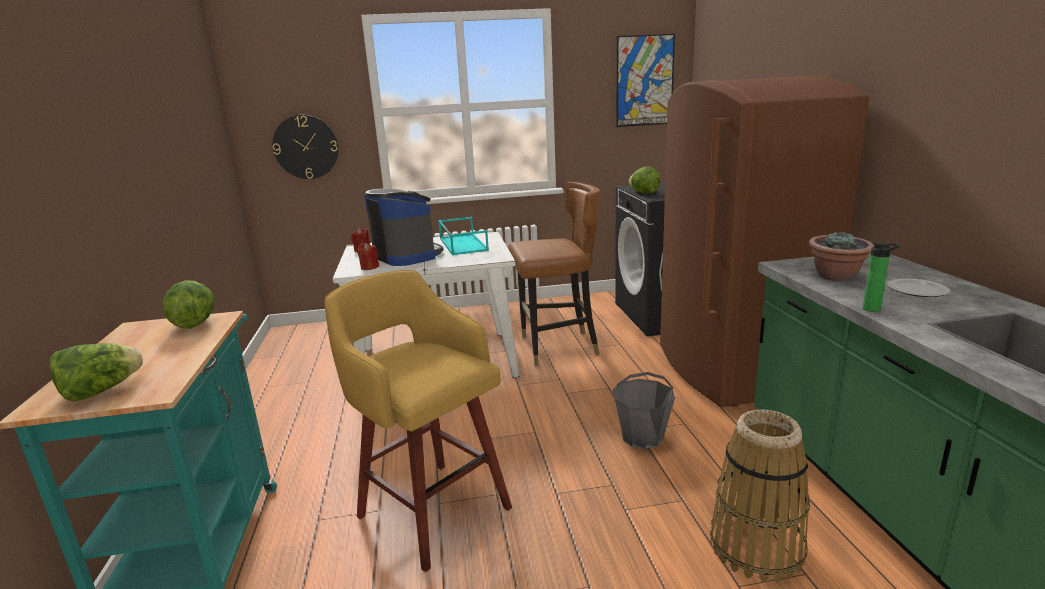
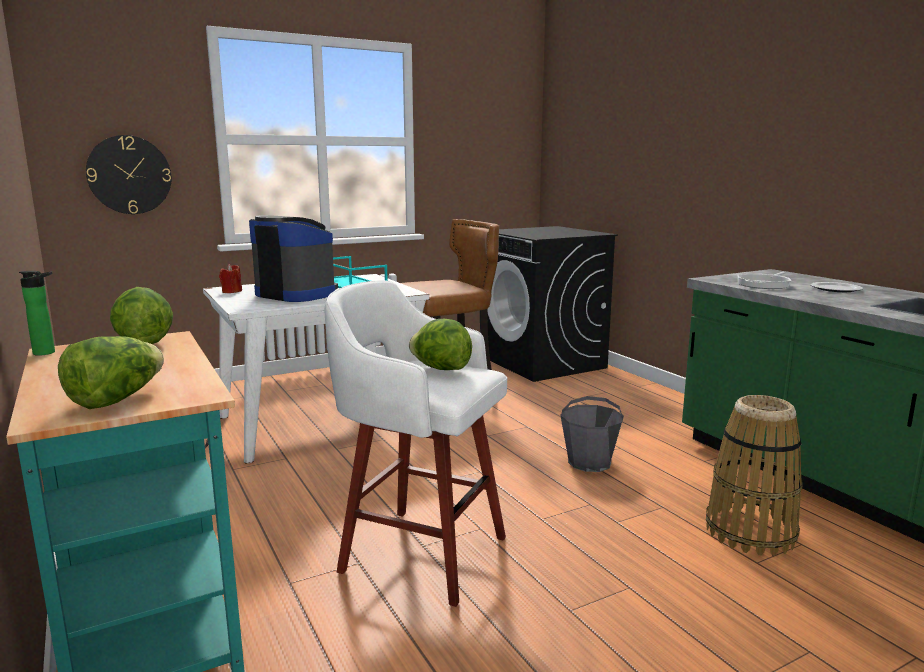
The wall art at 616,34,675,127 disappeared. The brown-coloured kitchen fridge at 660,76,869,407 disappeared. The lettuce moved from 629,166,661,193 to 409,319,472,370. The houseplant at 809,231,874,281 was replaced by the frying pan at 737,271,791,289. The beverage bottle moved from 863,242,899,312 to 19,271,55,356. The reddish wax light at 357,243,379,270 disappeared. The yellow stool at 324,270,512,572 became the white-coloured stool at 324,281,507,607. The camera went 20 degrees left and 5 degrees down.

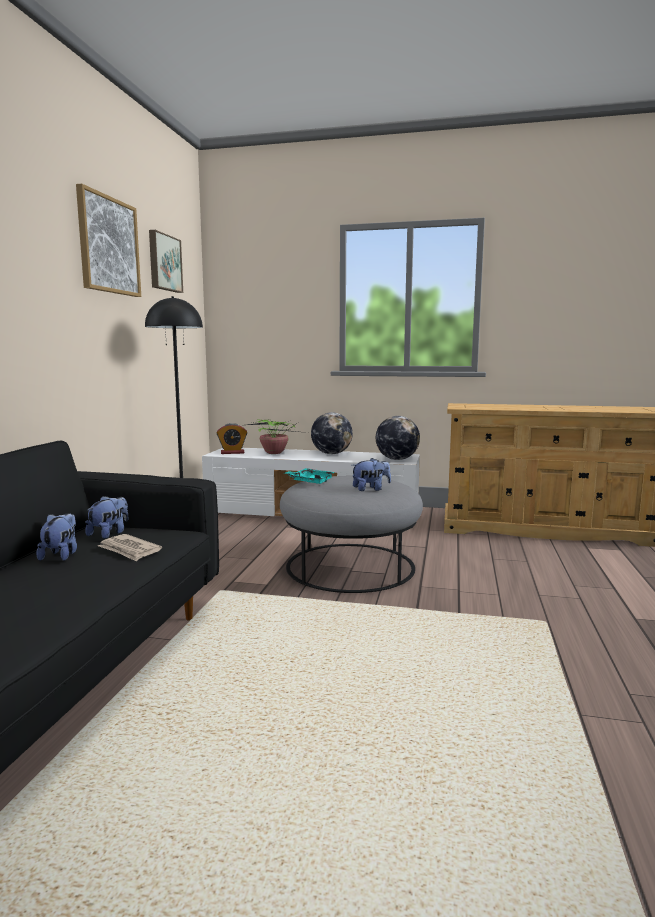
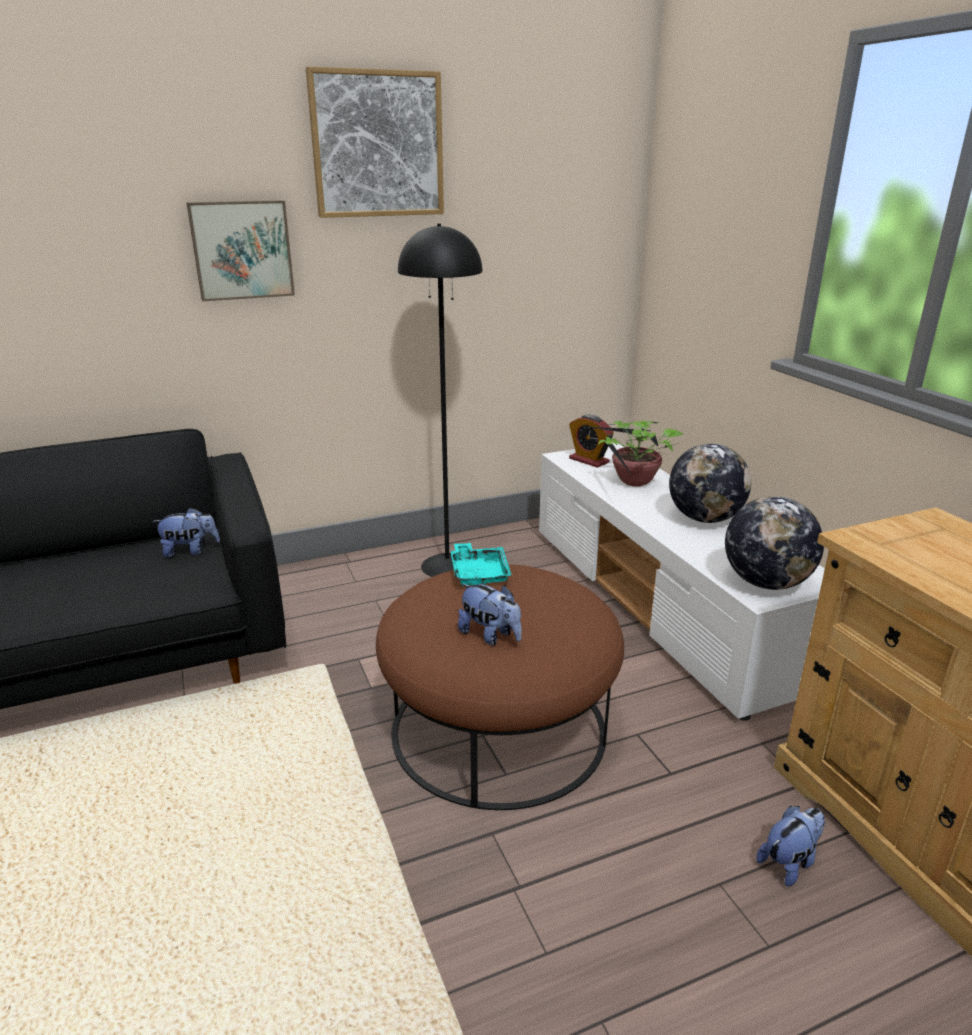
The wall art moved from 149,230,183,293 to 186,200,295,301. The greyish pouffe at 280,476,423,593 became the brown-coloured pouffe at 376,564,624,810. The plush toy moved from 36,513,77,561 to 756,806,825,887. The printed paper at 98,534,162,562 disappeared. The camera went 55 degrees right and 15 degrees up.

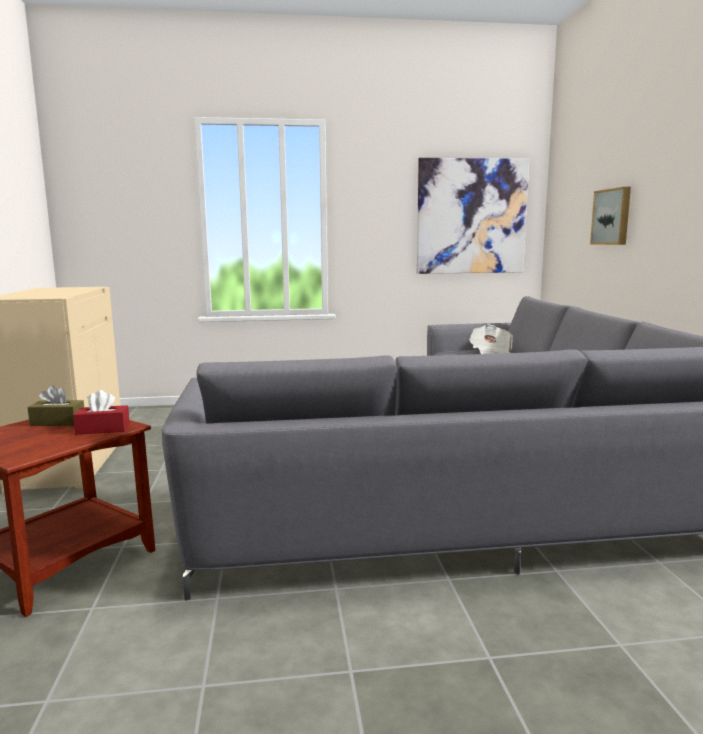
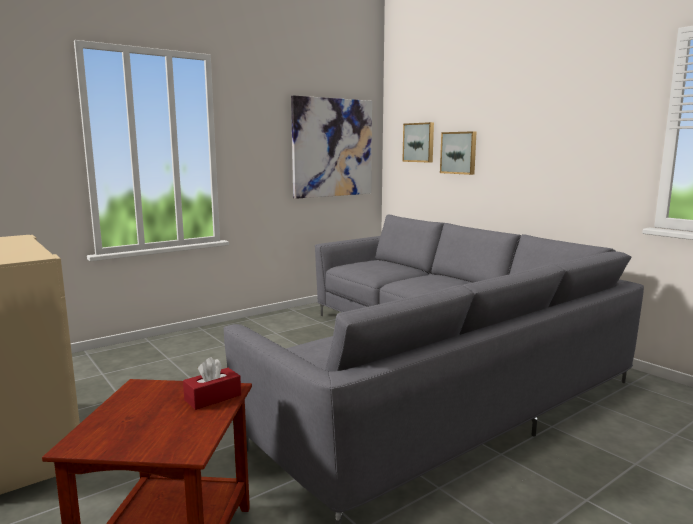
The printed paper at 469,325,513,354 disappeared. The brown-coloured box of tissues at 27,385,84,426 disappeared. The wall art at 402,122,434,163 appeared. The camera went 30 degrees left and 0 degrees up.

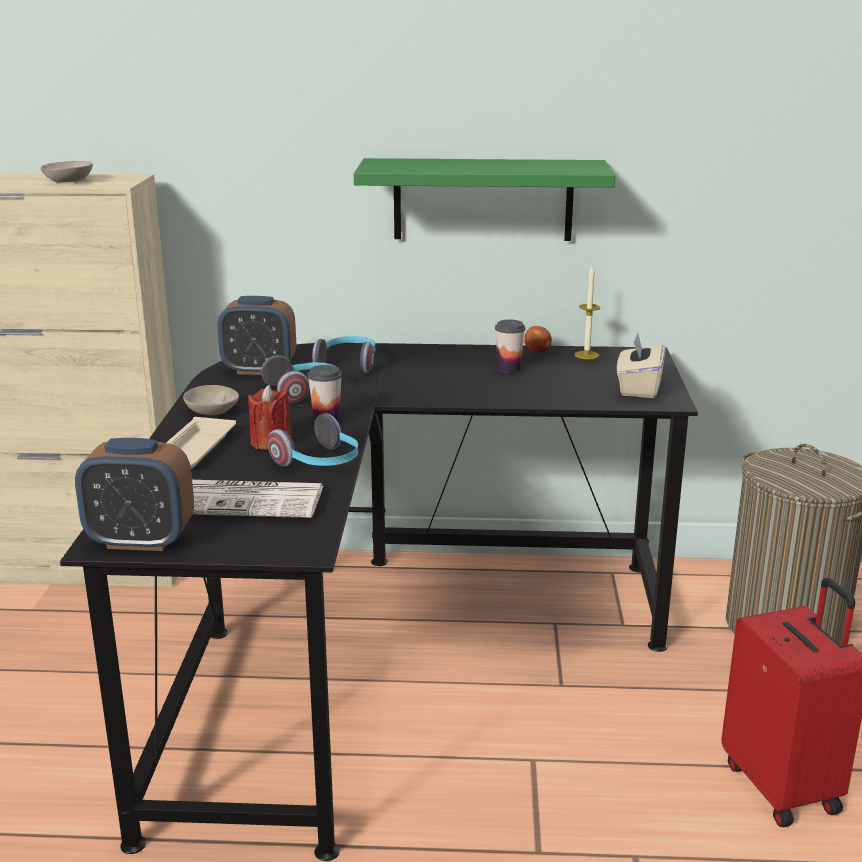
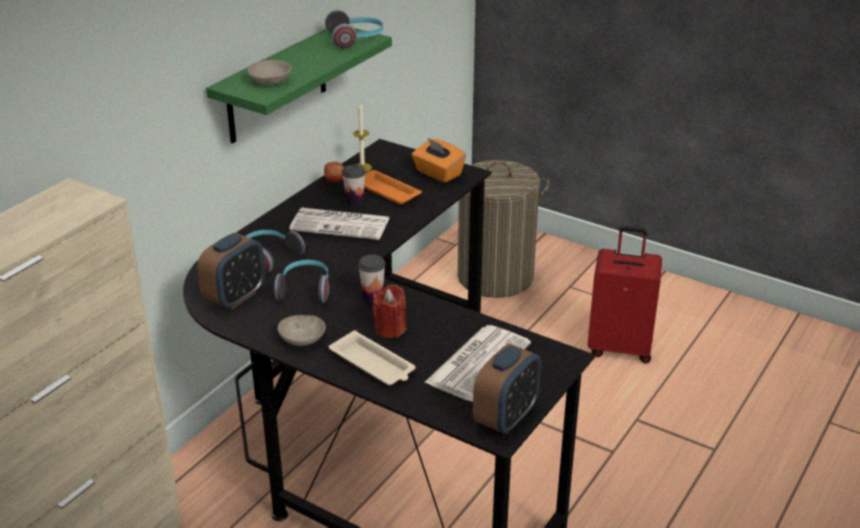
The beige bowl moved from 40,161,93,183 to 247,60,292,85. The beige box of tissues at 617,333,665,398 became the orange box of tissues at 412,138,466,183. The pair of headphones moved from 267,413,358,467 to 325,10,383,48. The orange serving tray at 364,170,422,204 appeared. The printed paper at 289,208,389,240 appeared. The camera went 60 degrees left and 10 degrees up.

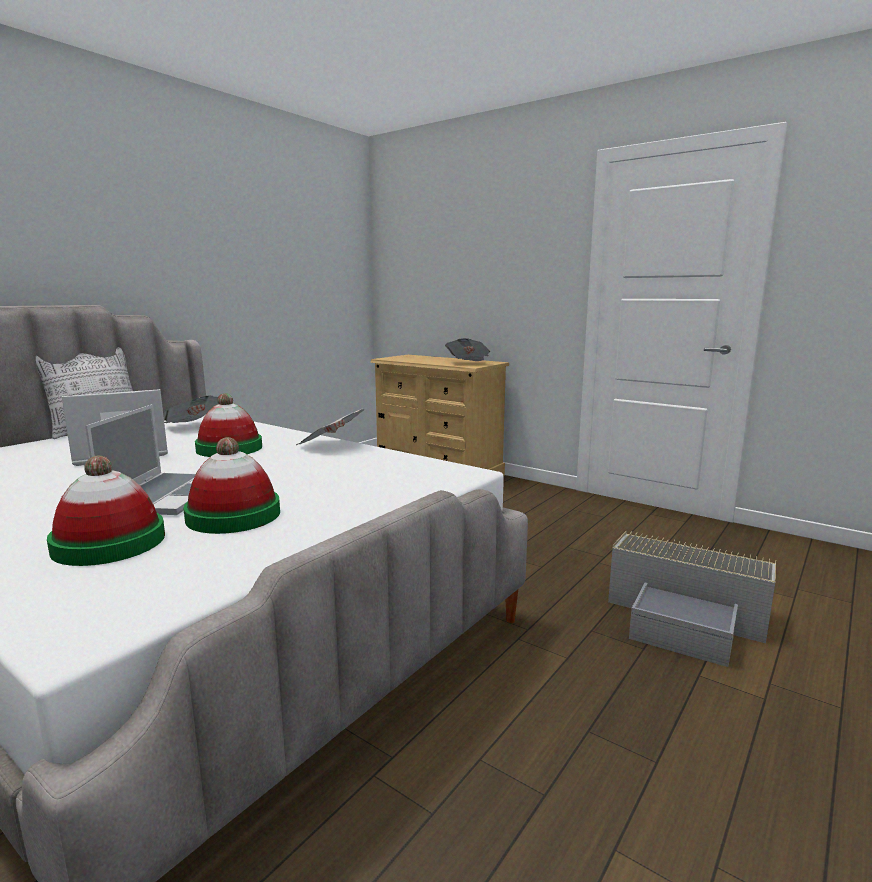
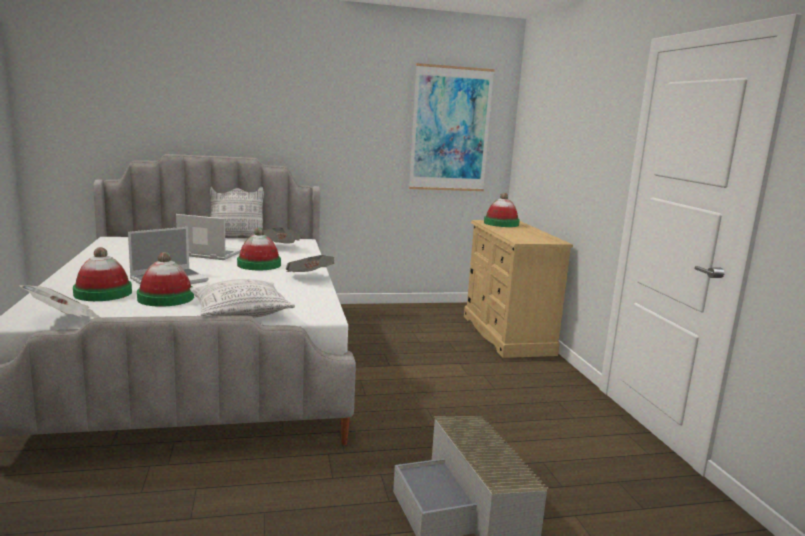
The printed paper moved from 445,338,490,361 to 19,285,100,318. The wall art at 409,63,495,191 appeared. The wearable hat at 484,193,520,227 appeared. The throw pillow at 190,279,295,318 appeared. The camera went 40 degrees right and 0 degrees up.

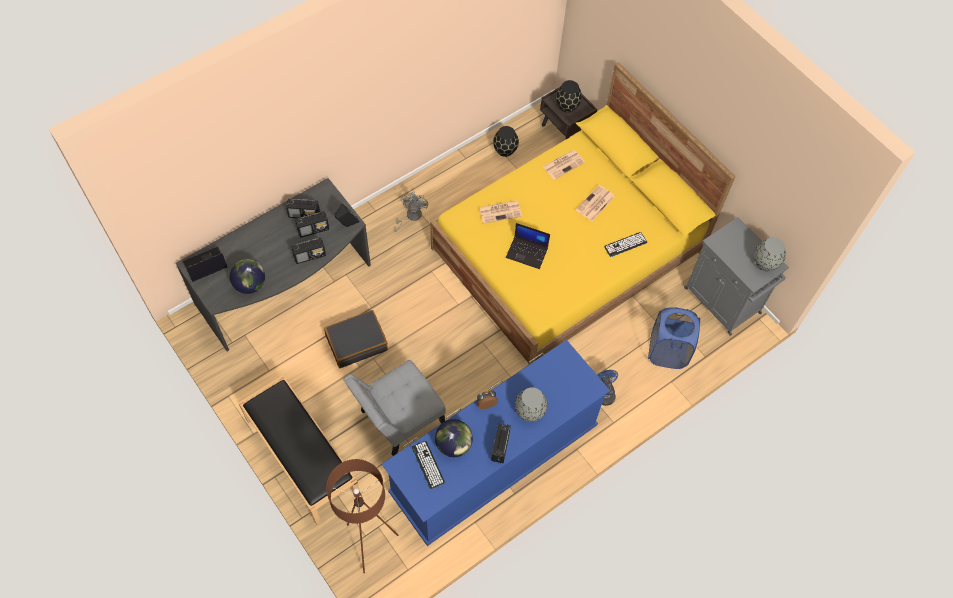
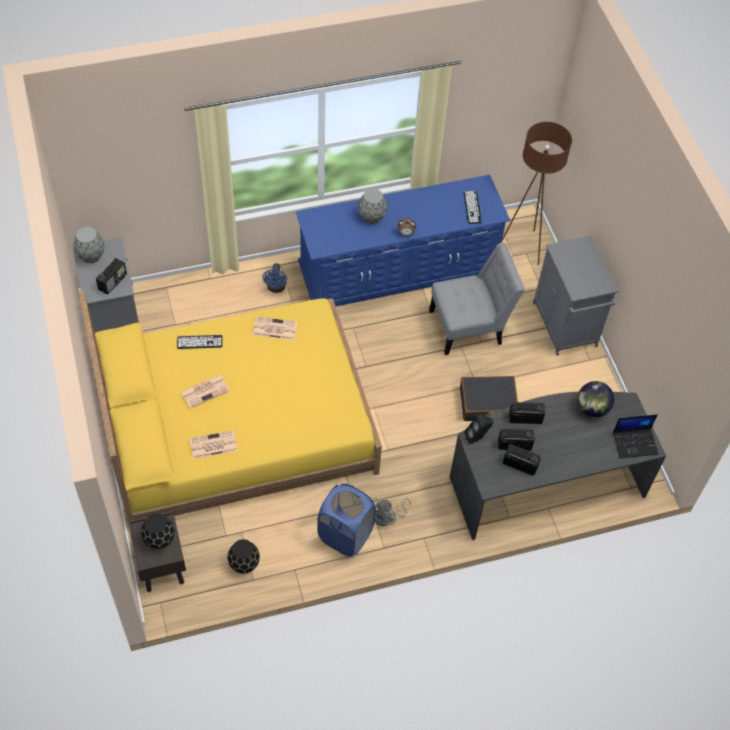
The printed paper moved from 479,200,522,224 to 253,316,297,340. The portable computer at 506,223,550,269 disappeared. The blue-coloured laundry basket moved from 648,307,700,369 to 317,484,376,556. The black-coloured bench at 238,375,361,525 was replaced by the greyish cupboard at 533,236,618,356. The world globe at 435,419,473,457 disappeared. The radio receiver moved from 491,423,511,463 to 96,258,127,294. The camera went 160 degrees left and 5 degrees down.

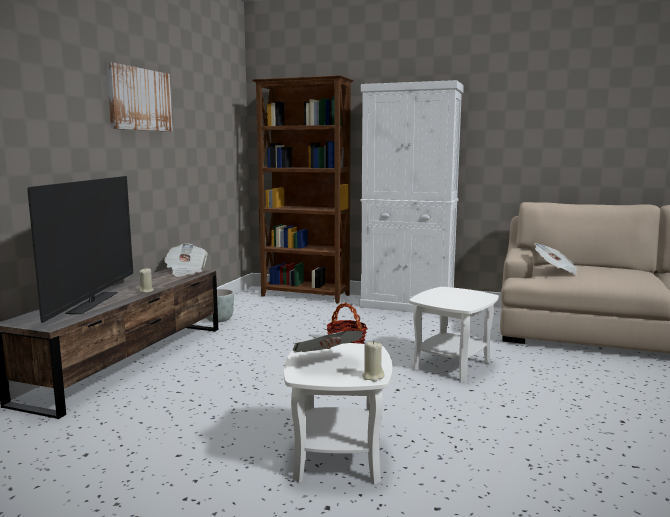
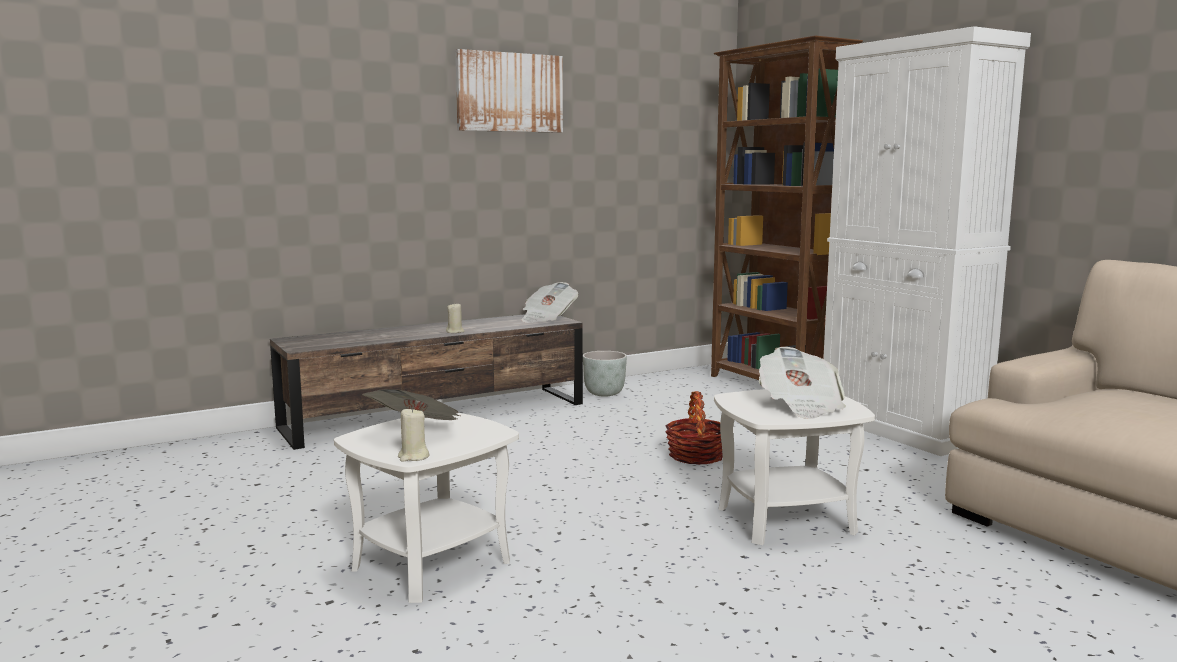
The television at 27,176,133,323 disappeared. The printed paper moved from 534,243,578,275 to 759,347,846,419. The camera went 40 degrees right and 0 degrees up.

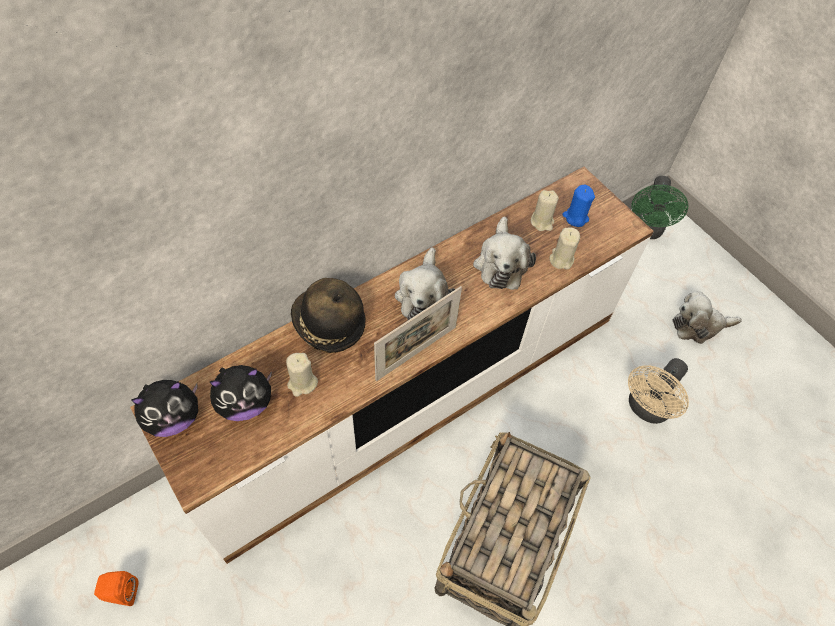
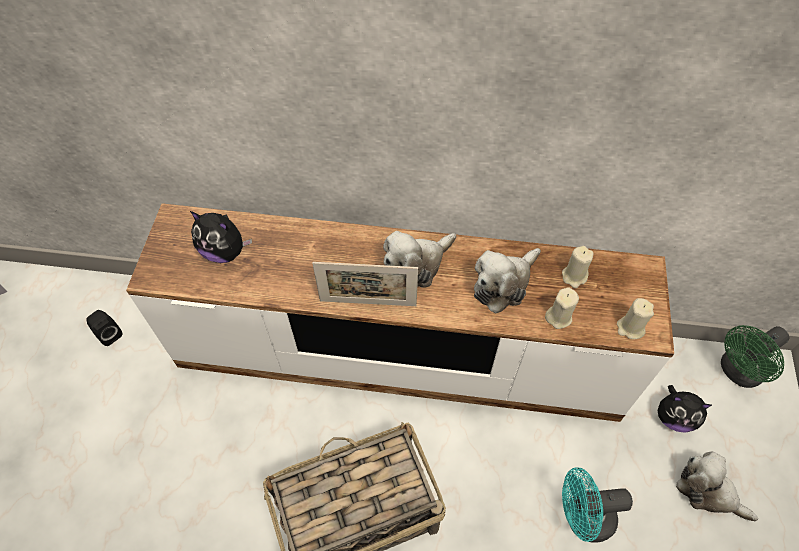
The blue-coloured wax light at 563,185,595,227 disappeared. The wearable hat at 291,278,366,353 disappeared. The beige wax light moved from 286,353,318,397 to 617,298,654,339. The beige cooling fan at 628,358,689,424 became the blue-green cooling fan at 562,467,633,543. The plush toy moved from 131,380,198,437 to 657,385,712,433. The orange speaker at 94,571,139,606 became the black-coloured speaker at 86,310,122,346. The camera went 45 degrees right and 0 degrees up.

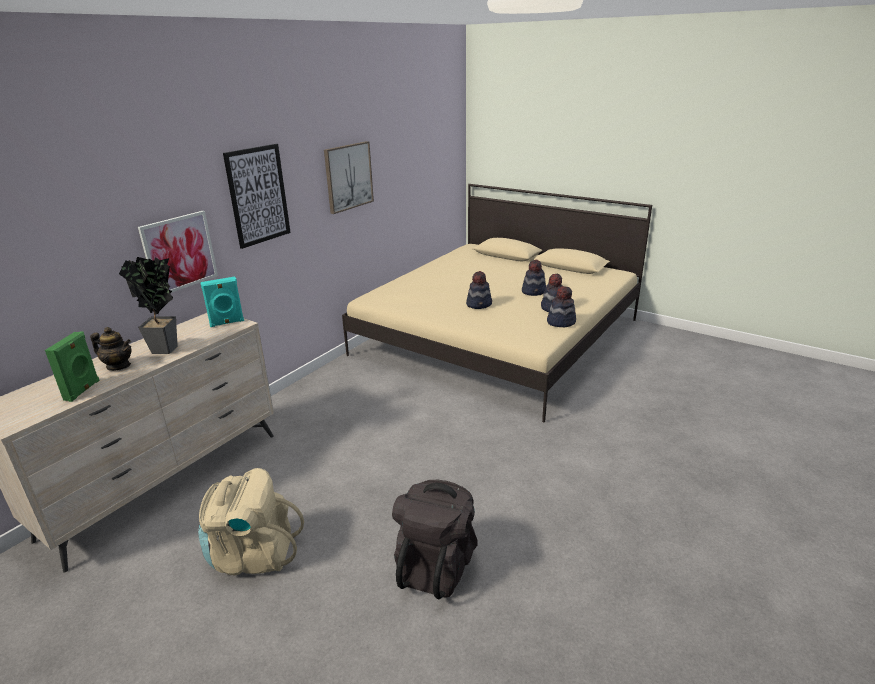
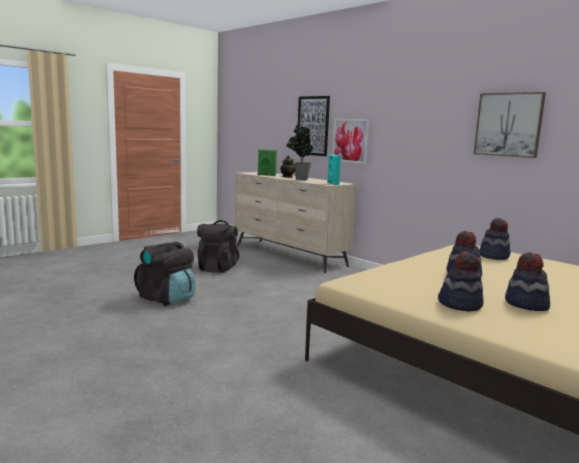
The wall art moved from 223,144,291,249 to 297,96,330,156. The wearable hat moved from 547,286,576,327 to 480,218,511,260. The beige backpack at 198,468,304,575 became the black-coloured backpack at 197,220,240,273. The camera went 100 degrees right and 15 degrees down.

